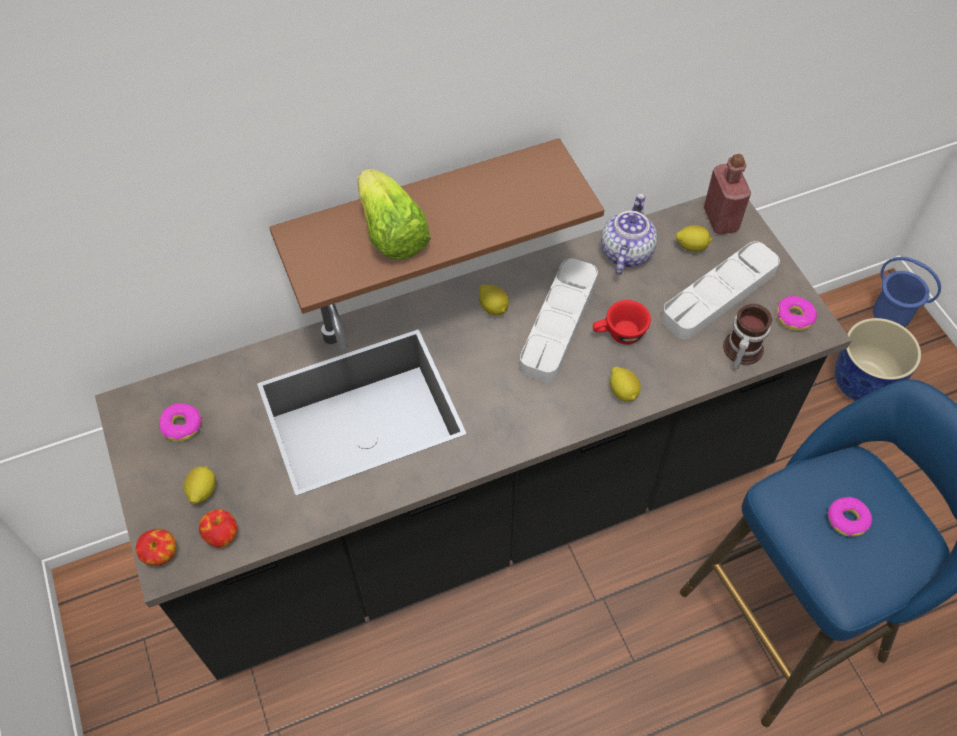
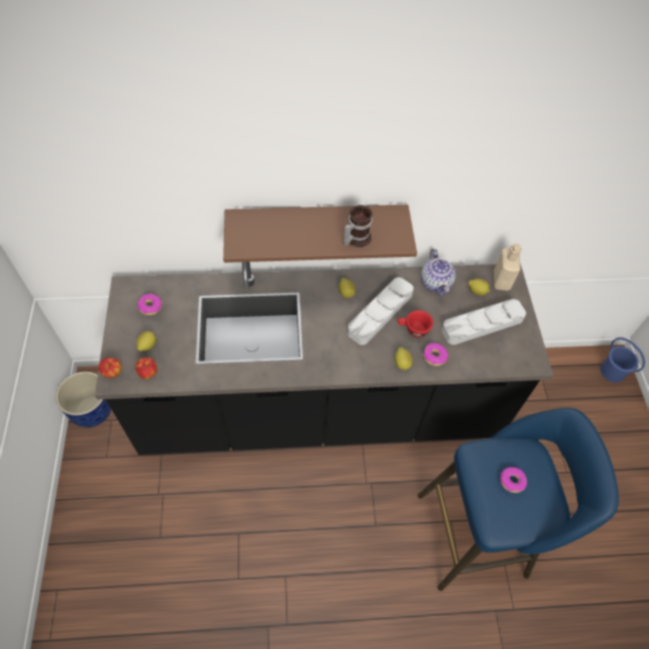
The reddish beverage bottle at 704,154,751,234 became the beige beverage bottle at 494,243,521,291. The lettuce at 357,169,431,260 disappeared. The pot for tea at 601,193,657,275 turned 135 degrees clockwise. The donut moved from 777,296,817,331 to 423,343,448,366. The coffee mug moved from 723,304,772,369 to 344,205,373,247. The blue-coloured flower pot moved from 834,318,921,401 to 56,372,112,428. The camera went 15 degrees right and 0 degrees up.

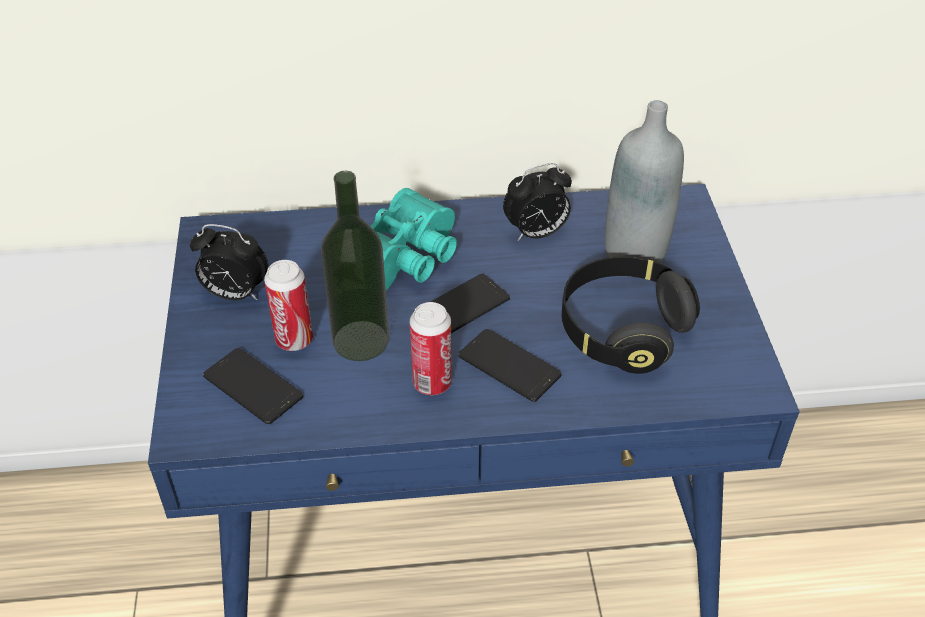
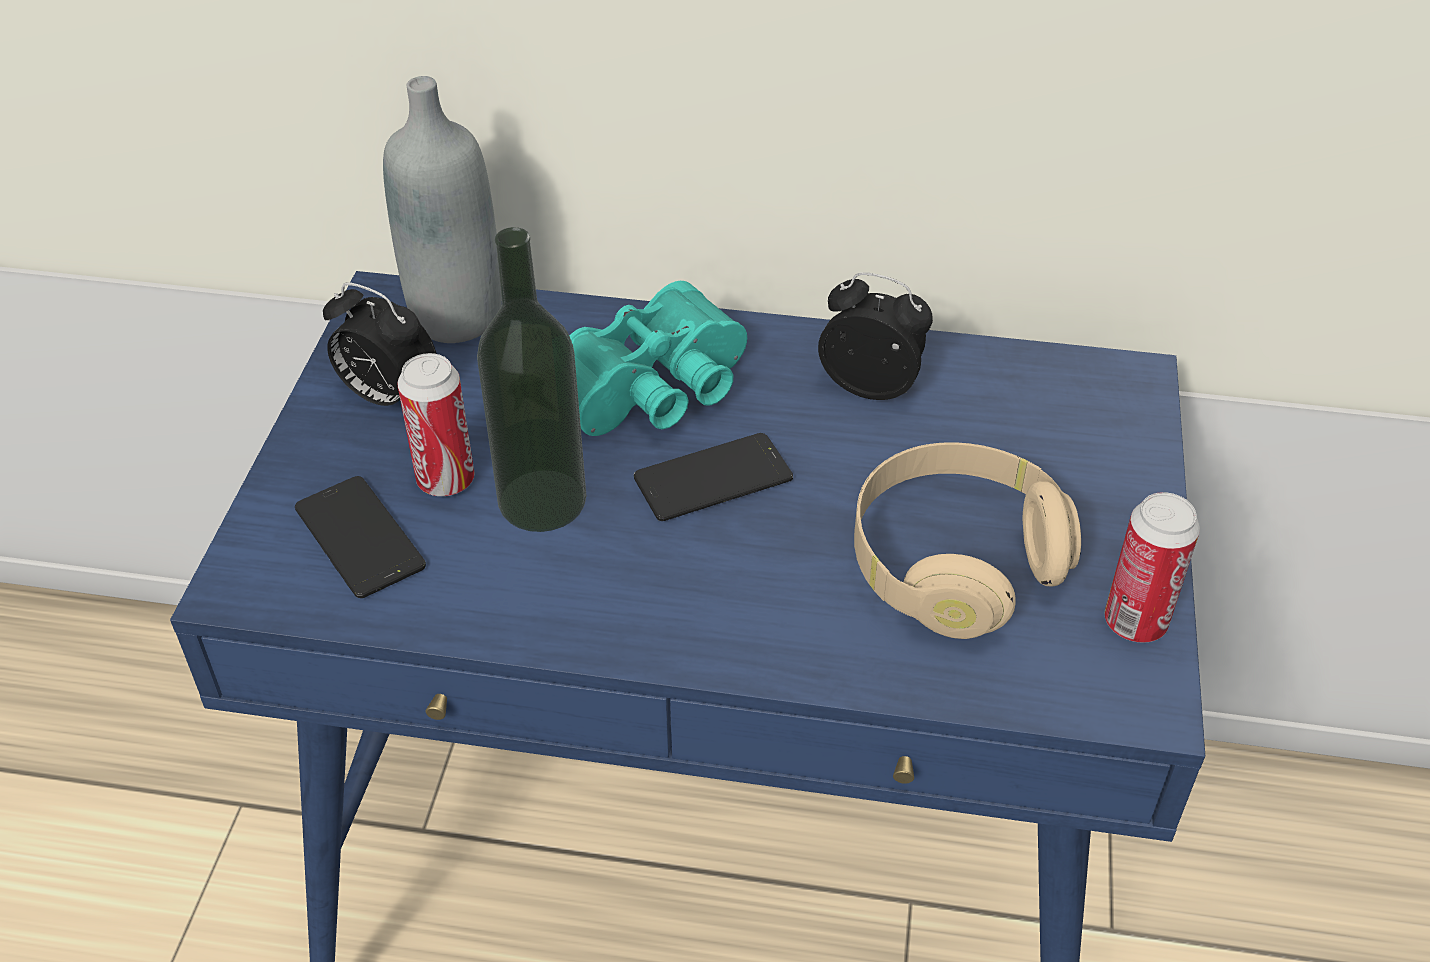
The greyish beverage bottle moved from 605,100,684,263 to 383,76,502,343. The bedside clock at 503,163,572,241 turned 150 degrees counterclockwise. The black-coloured pair of headphones at 562,257,700,374 became the beige pair of headphones at 854,442,1081,639. The sealed can moved from 410,302,452,395 to 1104,492,1200,643. The phone at 458,329,562,402 disappeared. The camera went 15 degrees right and 0 degrees up.

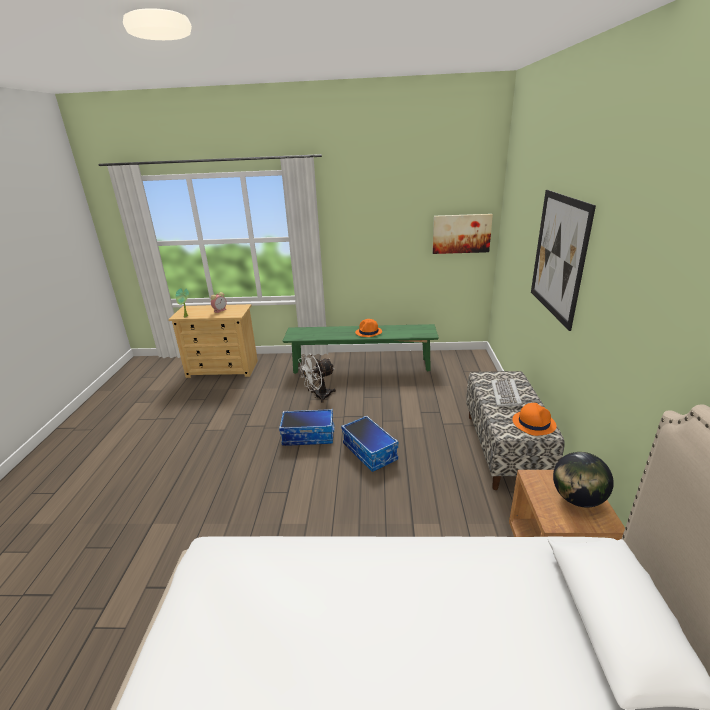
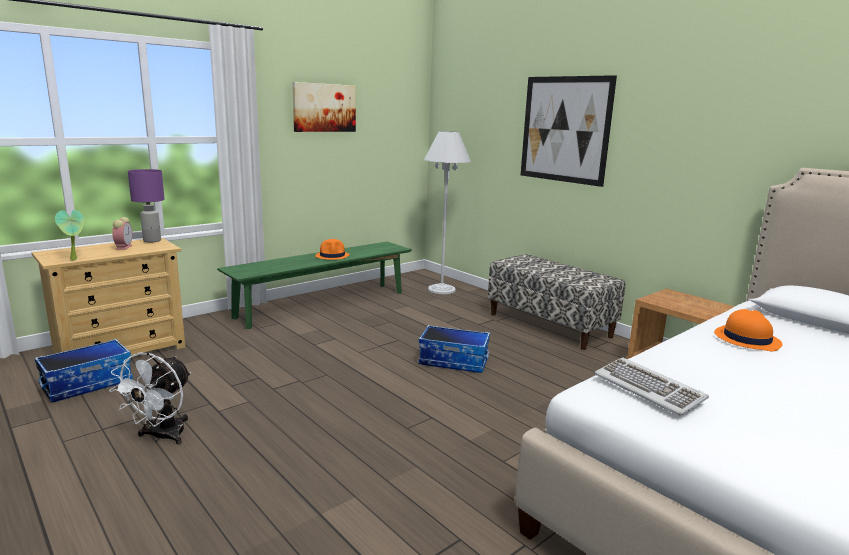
The wall art moved from 432,214,493,254 to 292,82,356,132. The white-coloured cooling fan moved from 298,354,336,403 to 109,352,191,445. The computer keyboard moved from 491,378,522,407 to 594,357,709,416. The orange wearable hat moved from 512,403,557,436 to 714,309,783,351. The storage container moved from 279,409,334,446 to 35,339,133,402. The world globe at 553,452,614,508 disappeared. The white-coloured standing lamp at 424,131,471,294 appeared. The purple lamp for a table at 128,169,165,243 appeared. The camera went 45 degrees left and 10 degrees down.

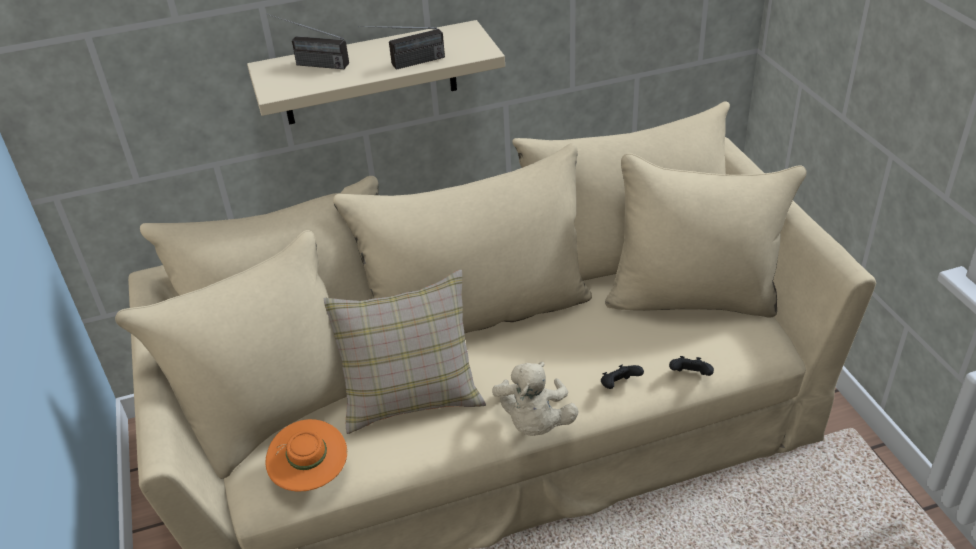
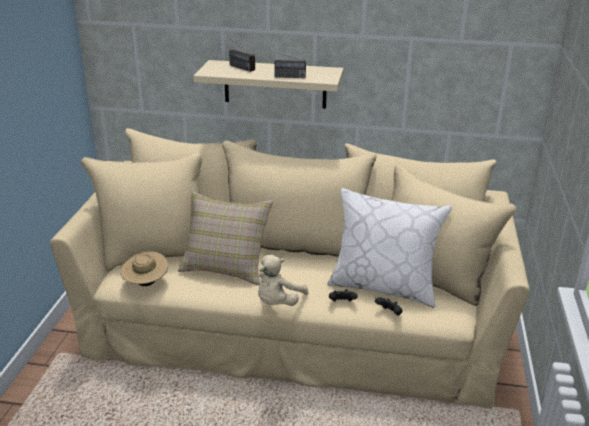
The orange wearable hat at 266,419,347,491 became the beige wearable hat at 120,251,168,286. The white-coloured throw pillow at 327,188,452,308 appeared. The camera went 25 degrees right and 10 degrees down.

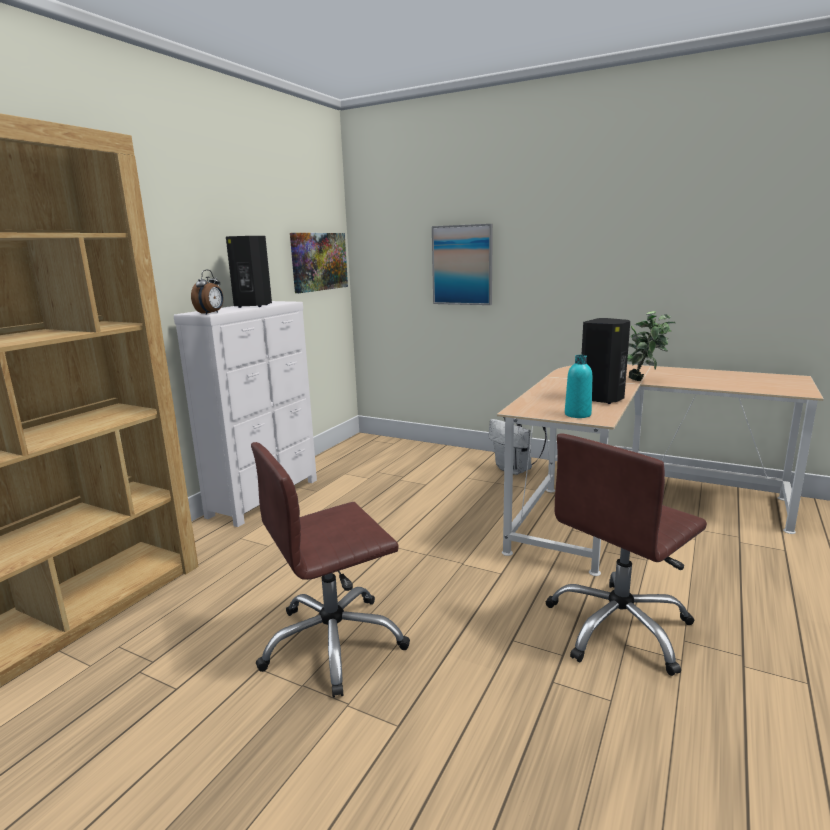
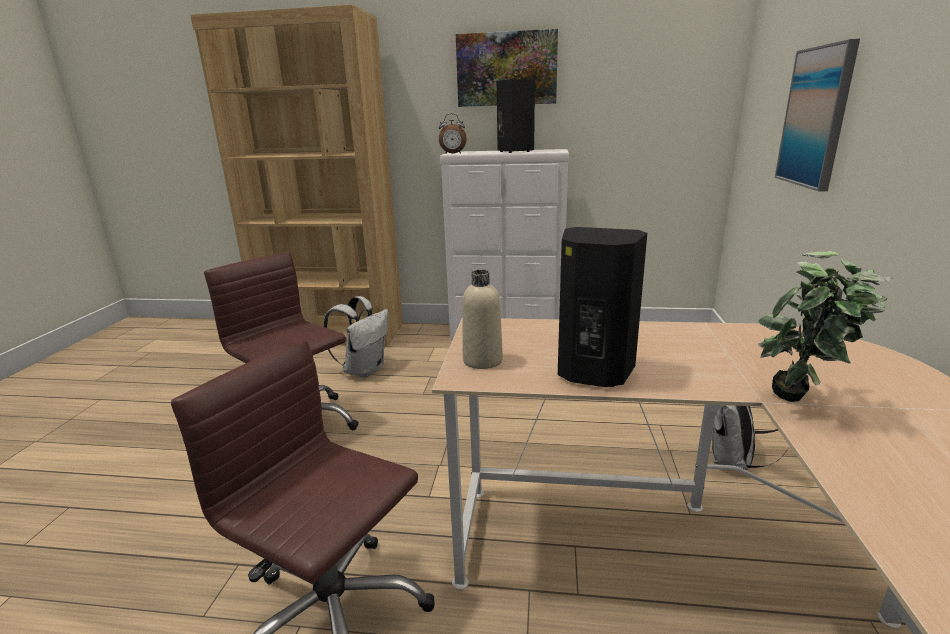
The wall art moved from 290,233,348,293 to 456,29,558,107. The blue-green beverage bottle at 565,355,592,418 became the beige beverage bottle at 462,270,503,369. The white-coloured backpack at 324,296,389,378 appeared. The camera went 70 degrees right and 5 degrees up.

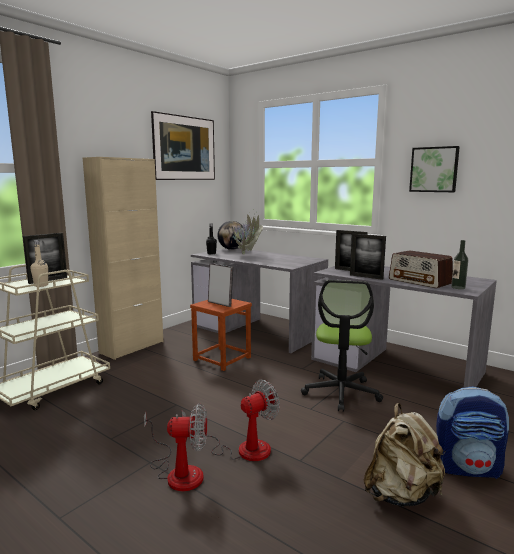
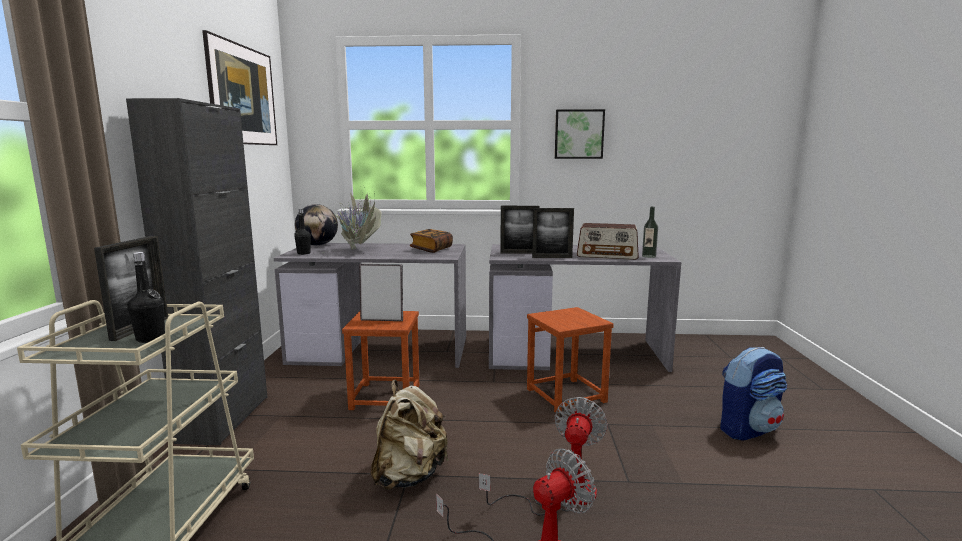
The beige cupboard at 83,157,163,360 became the black-coloured cupboard at 126,98,268,445. The beige beverage bottle at 30,240,48,287 became the black-coloured beverage bottle at 127,252,165,343. The desk chair at 301,280,383,412 was replaced by the brown-coloured stool at 527,307,614,414. The beige backpack moved from 363,403,446,507 to 371,380,449,490. The bound book at 410,229,453,253 appeared. The camera went 35 degrees left and 0 degrees up.

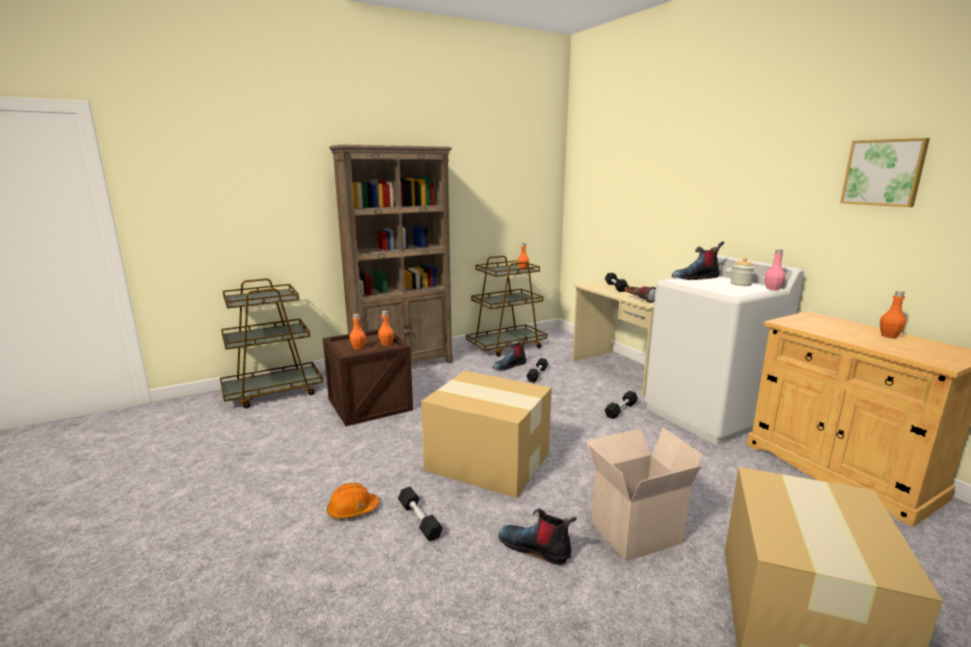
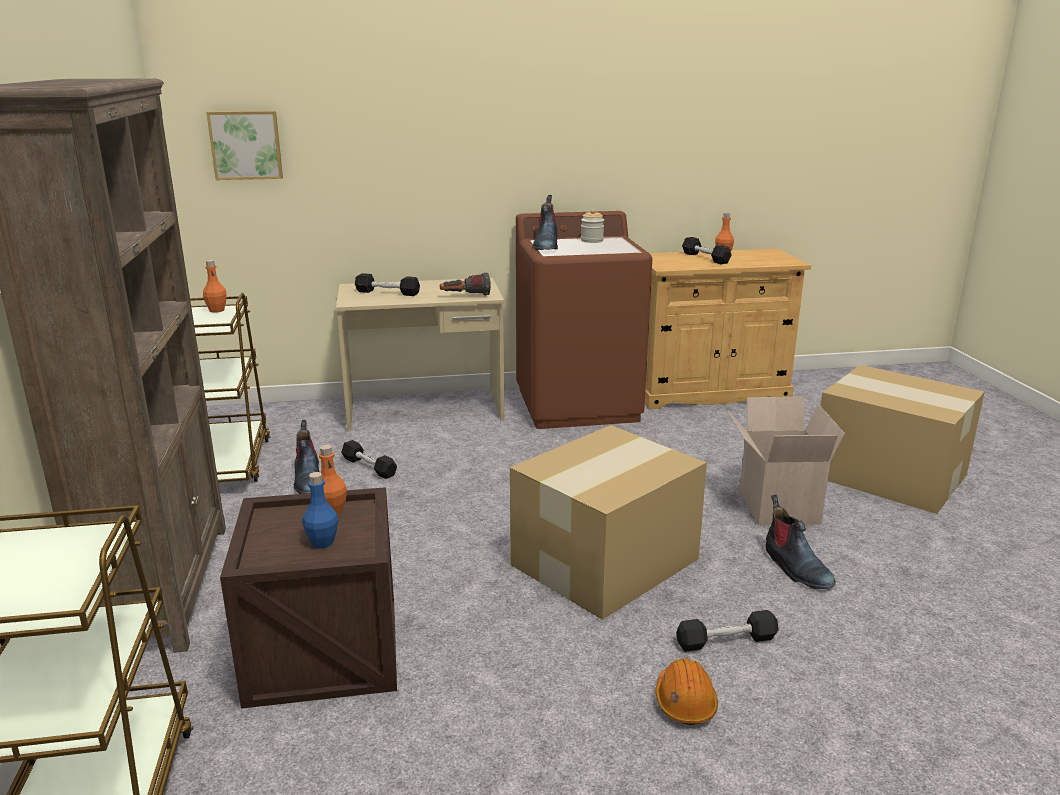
The wall art moved from 840,138,930,207 to 206,111,283,180. The pink-coloured beverage bottle at 765,249,785,290 disappeared. The white-coloured washing machine at 645,255,804,445 became the brown-coloured washing machine at 516,211,652,429. The orange beverage bottle at 349,314,366,350 became the blue-coloured beverage bottle at 302,472,338,549. The black-coloured hand weight moved from 605,391,638,419 to 682,237,731,264. The high-top boot at 498,508,577,565 turned 75 degrees counterclockwise. The camera went 70 degrees left and 5 degrees up.

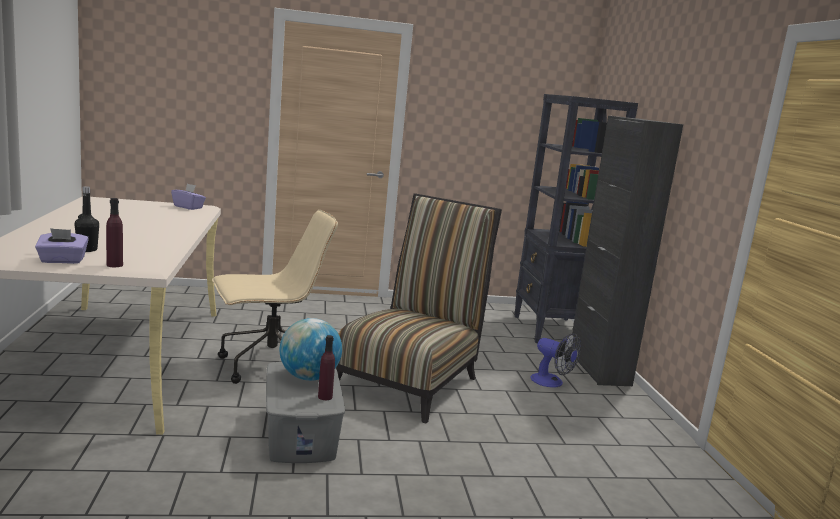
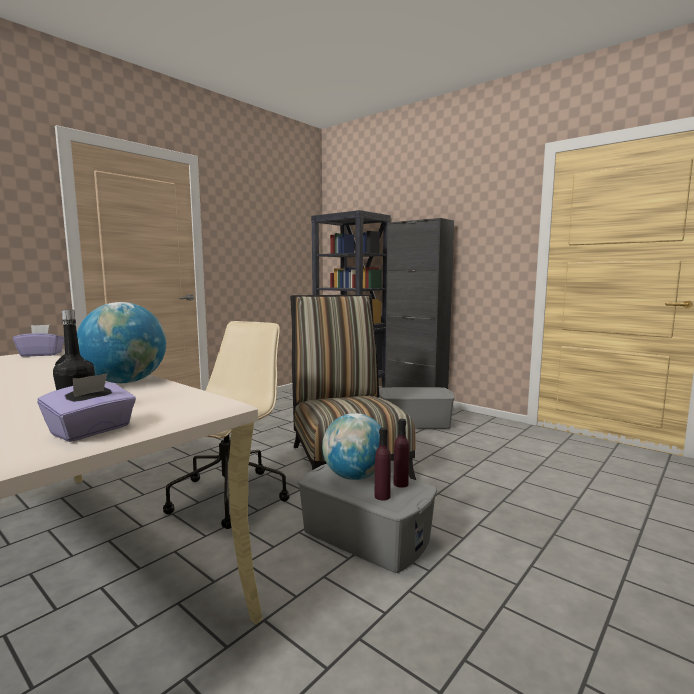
The purple beverage bottle moved from 106,198,123,267 to 375,428,391,501. The cooling fan at 530,333,581,388 was replaced by the greyish storage container at 379,387,455,429. The world globe at 77,302,166,383 appeared. The camera went 40 degrees left and 5 degrees down.

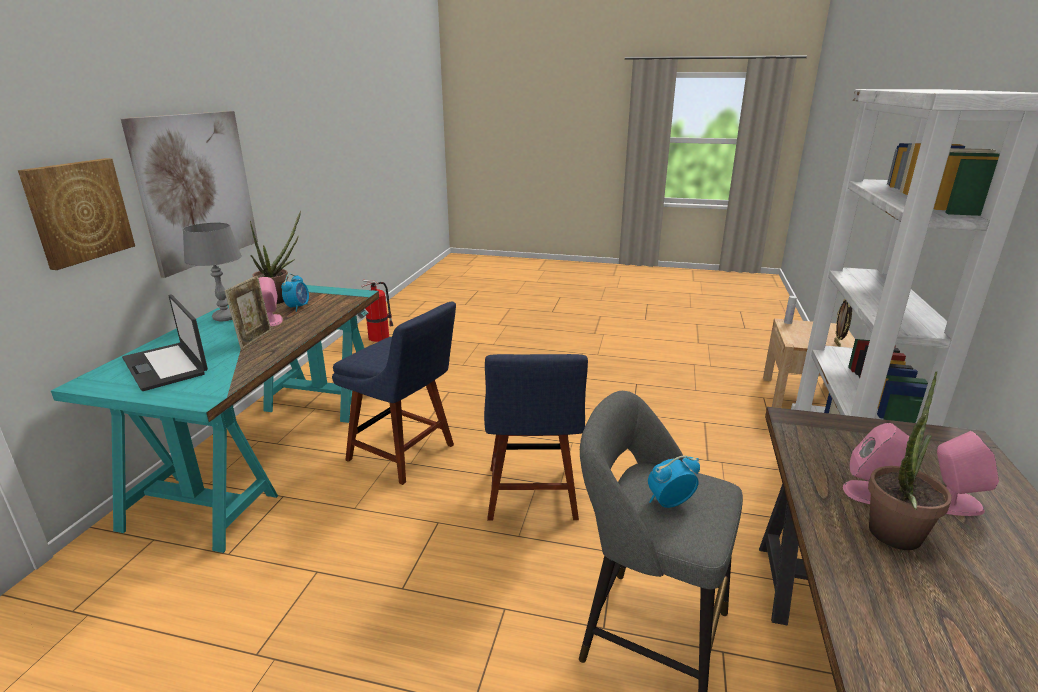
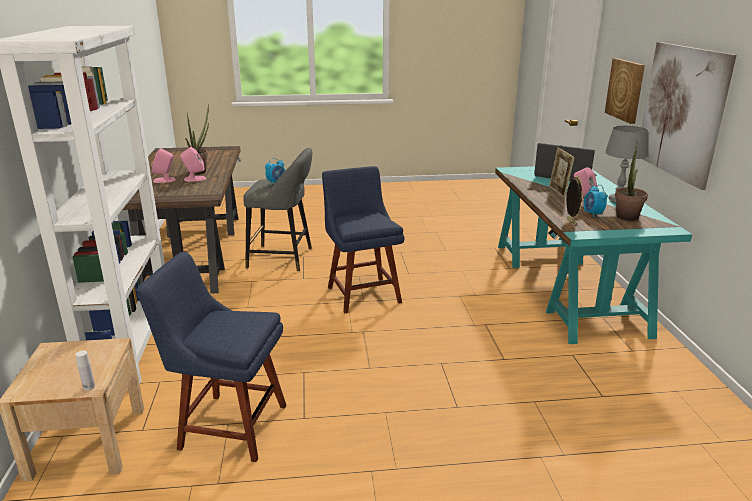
The fire-fighting cylinder at 361,280,394,342 disappeared. The picture frame moved from 834,299,852,347 to 566,176,583,224. The blue-coloured plain chair moved from 332,302,456,485 to 137,252,287,462. The camera went 160 degrees right and 0 degrees up.

